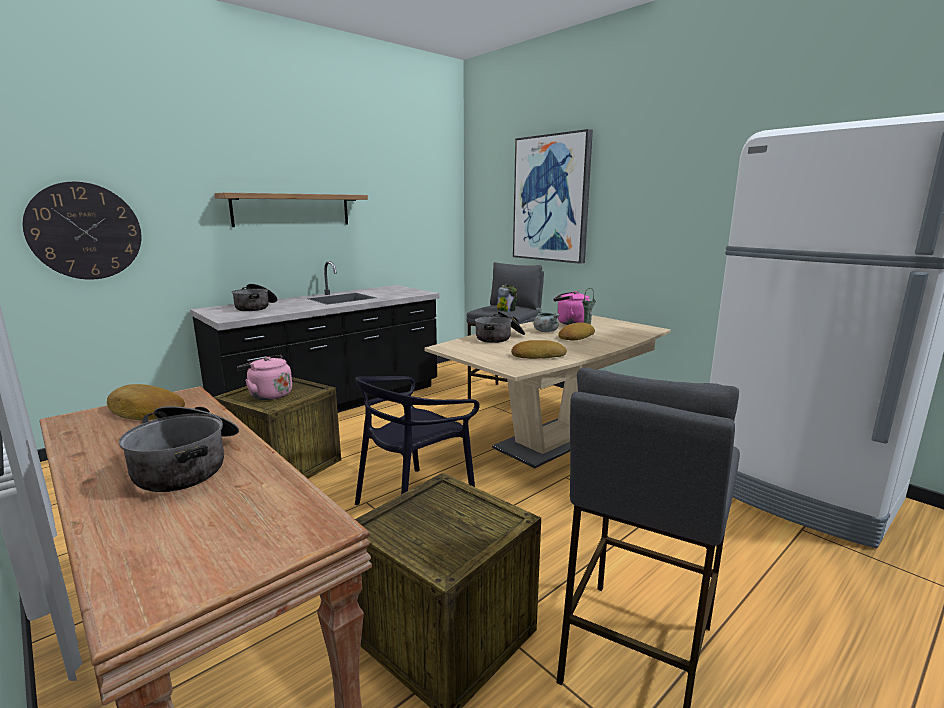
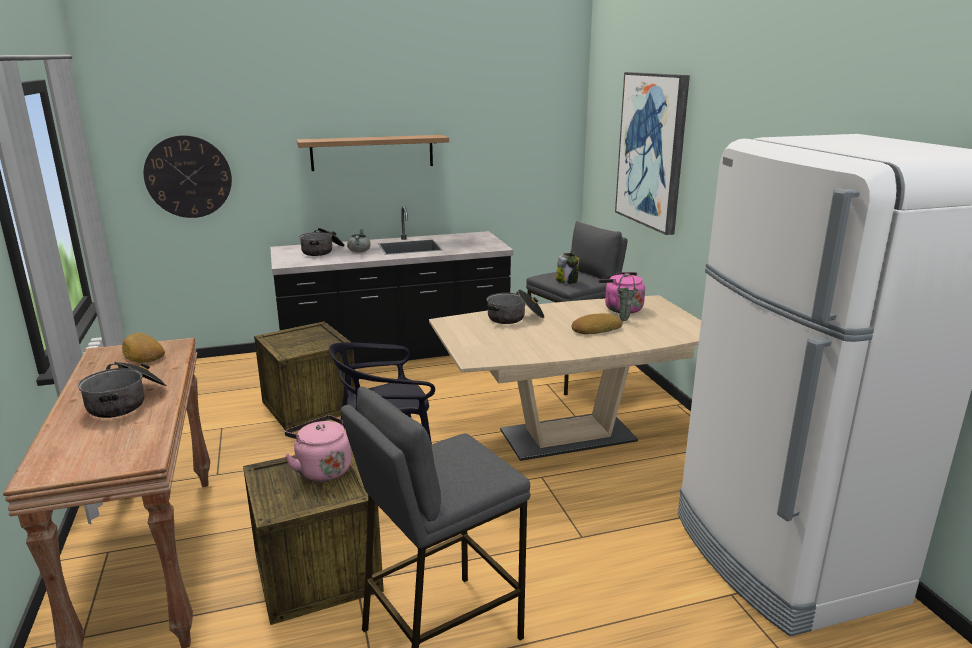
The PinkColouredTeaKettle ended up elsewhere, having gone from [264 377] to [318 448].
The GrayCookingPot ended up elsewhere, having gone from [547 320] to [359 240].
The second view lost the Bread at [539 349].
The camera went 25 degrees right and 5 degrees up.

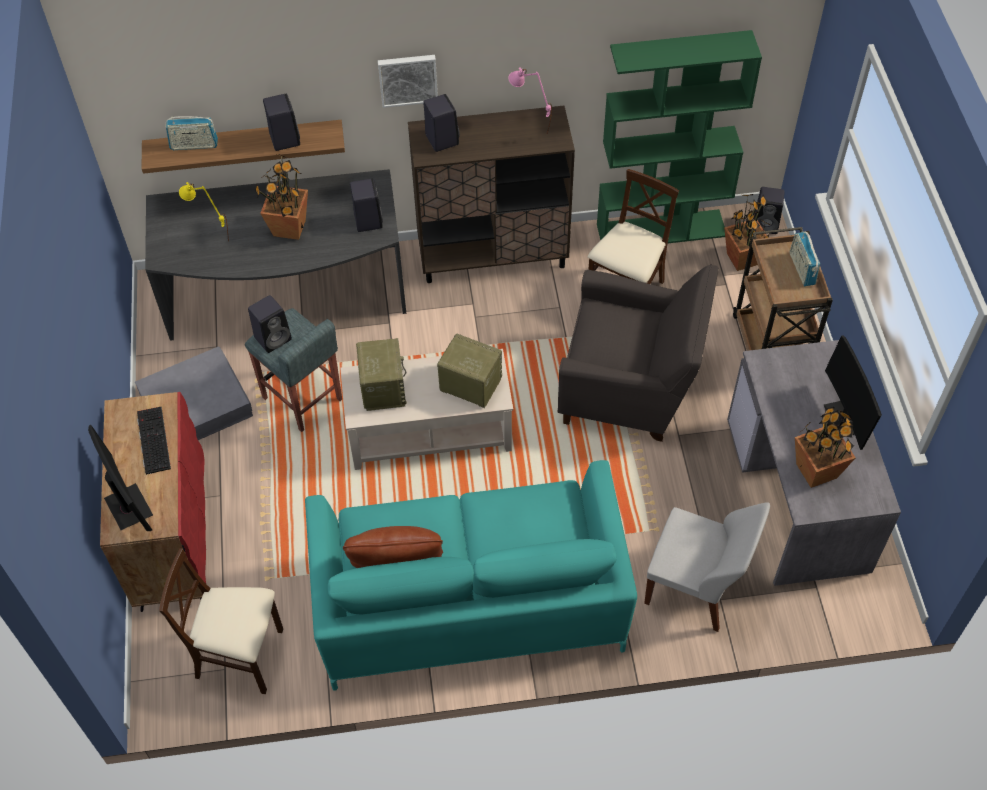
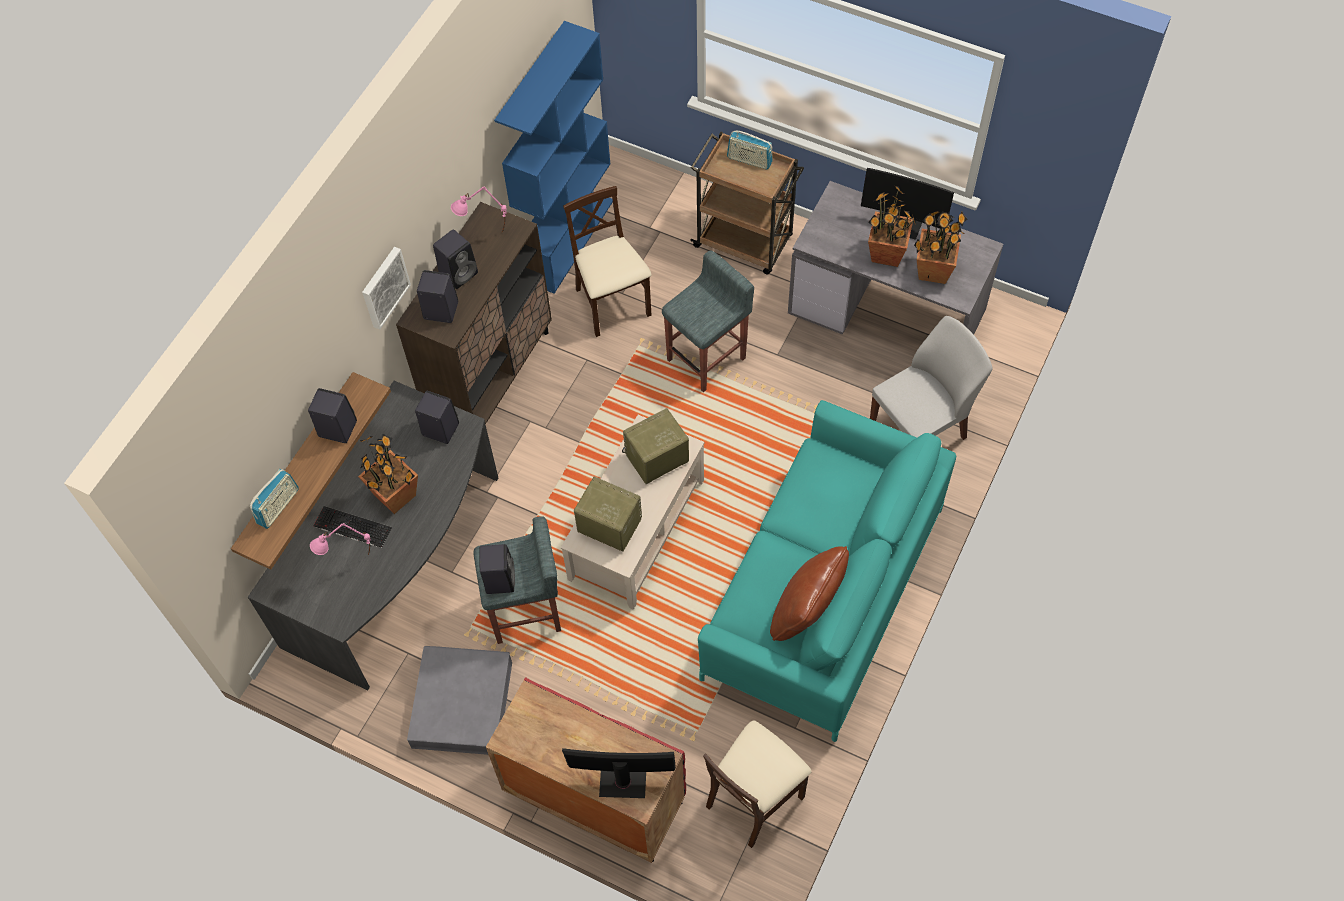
What was the YellowColouredTableLamp at [204 212] turned into the PinkColouredTableLamp at [340 539].
The Keyboard ended up elsewhere, having gone from [154 441] to [353 527].
The BlackColouredLoudspeaker ended up elsewhere, having gone from [769 210] to [455 259].
What was the GreenBookcase at [679 136] turned into the BlueBookcase at [553 157].
Where the GrayArmchair stood at [638 353], the GrayStoolSeat came to stand at [708 321].
The PlantInAPot ended up elsewhere, having gone from [747 232] to [892 226].
The camera went 55 degrees left and 5 degrees up.

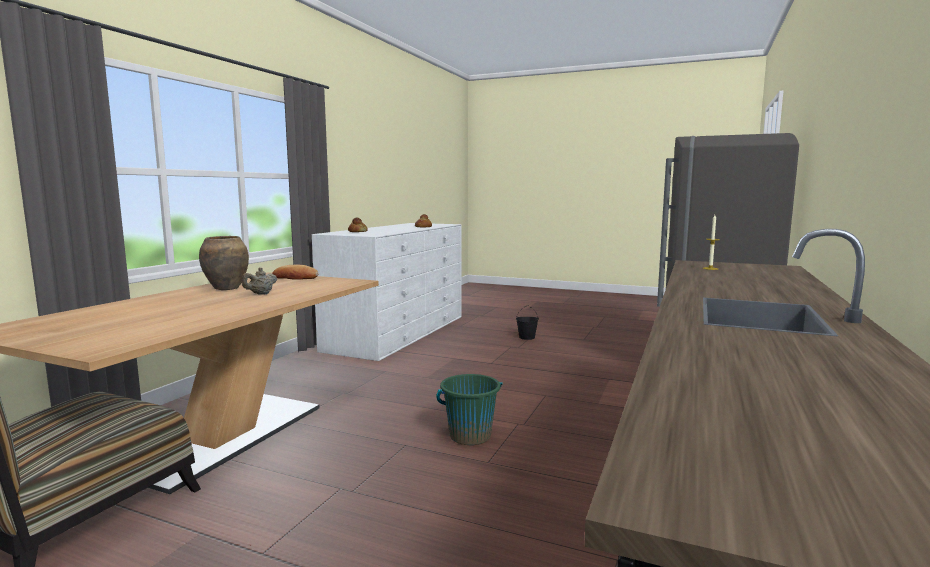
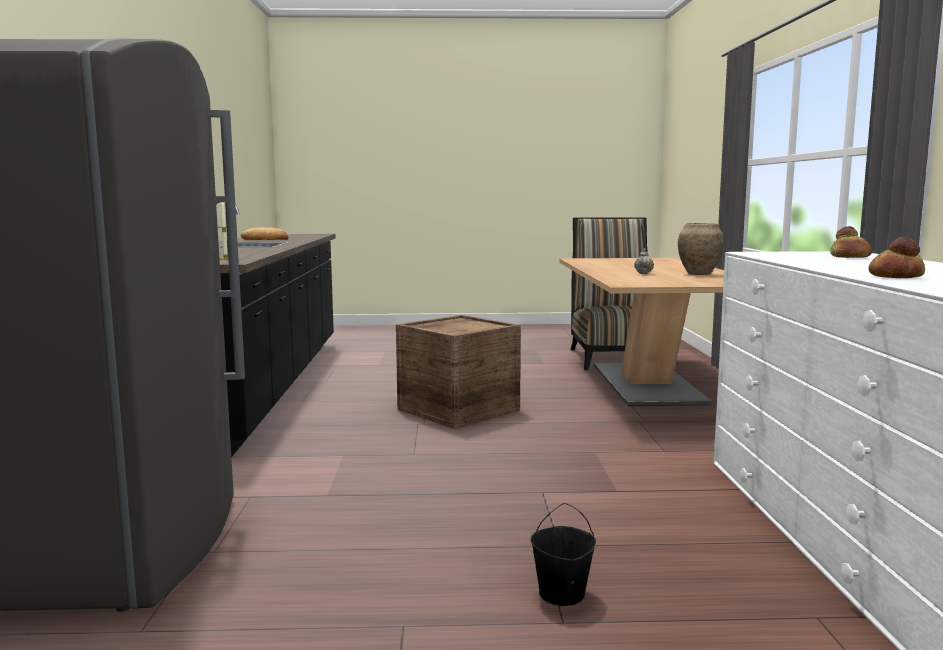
The Bread ended up elsewhere, having gone from [295 272] to [264 233].
Where the GreenPail stood at [469 409], the ShippingCrate came to stand at [458 372].
The camera went 155 degrees right and 0 degrees up.

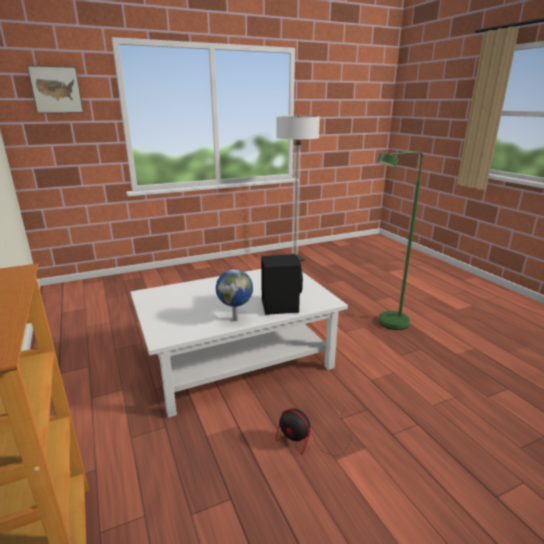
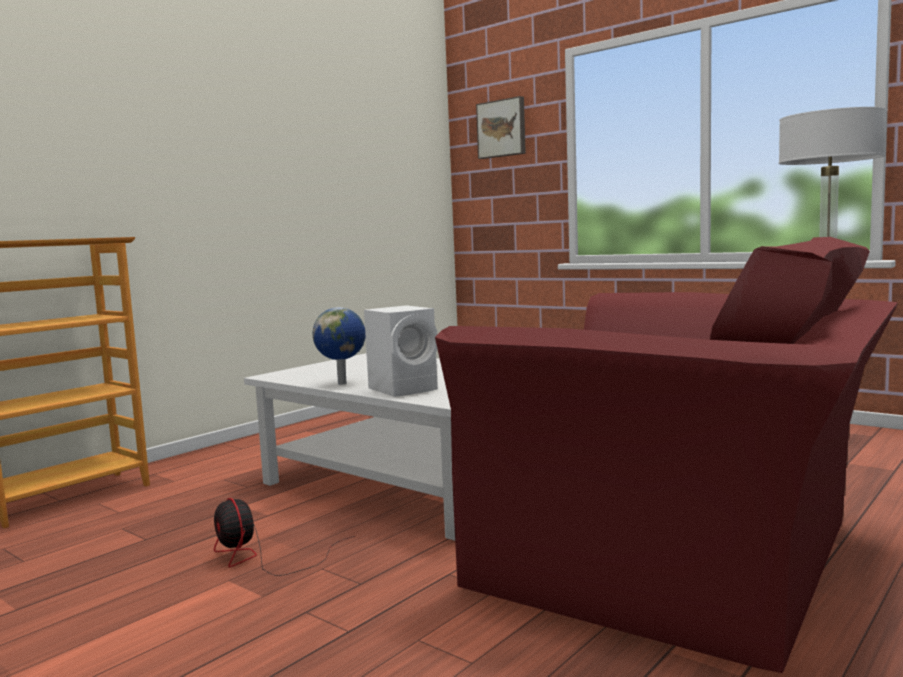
The ElectricFan at [314 432] ended up facing another way, 45 degrees counterclockwise from before.
What was the BlackColouredLoudspeaker at [282 284] turned into the WhiteLoudspeaker at [401 351].
Where the GreenStandardLamp stood at [400 240], the RedArmchair came to stand at [666 455].
The camera went 65 degrees right and 15 degrees down.

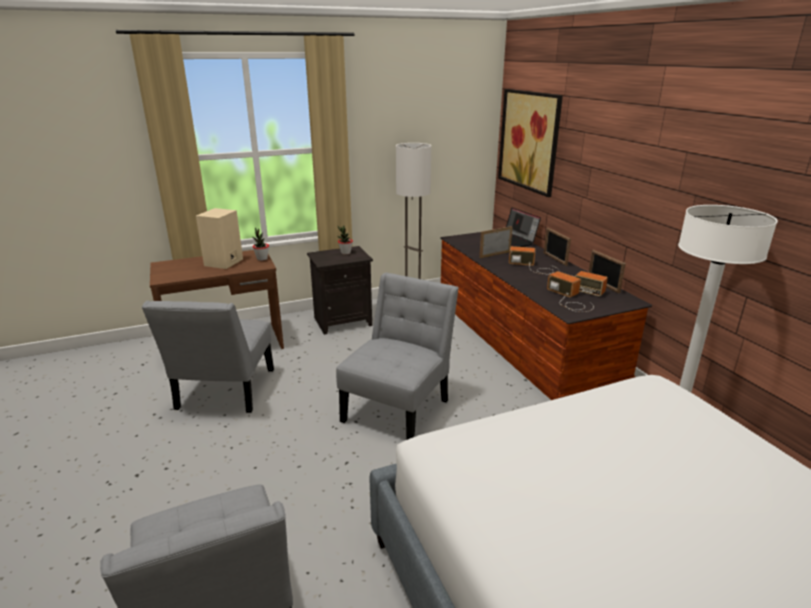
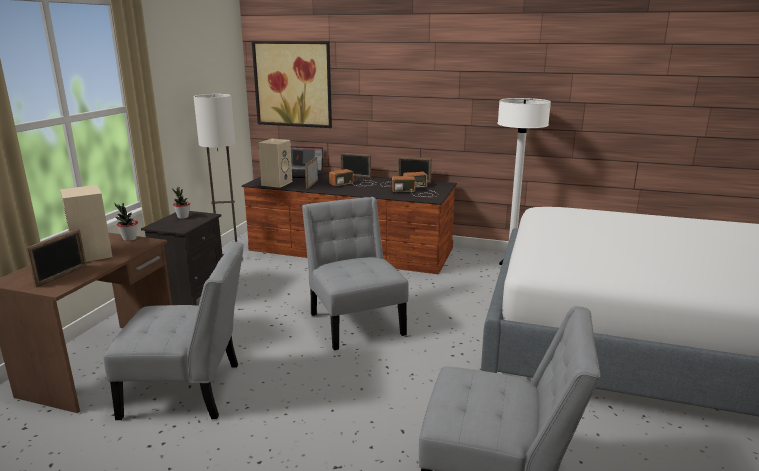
The second view gained the PhotoFrame at [56 258].
The GrayChair at [208 357] ended up facing another way, 45 degrees counterclockwise from before.
The second view gained the BeigeColouredLoudspeaker at [275 163].
The camera went 50 degrees left and 5 degrees down.

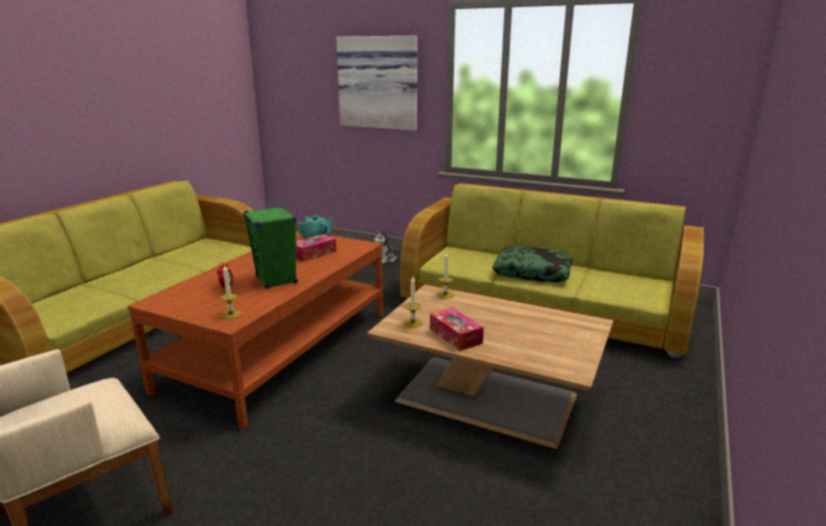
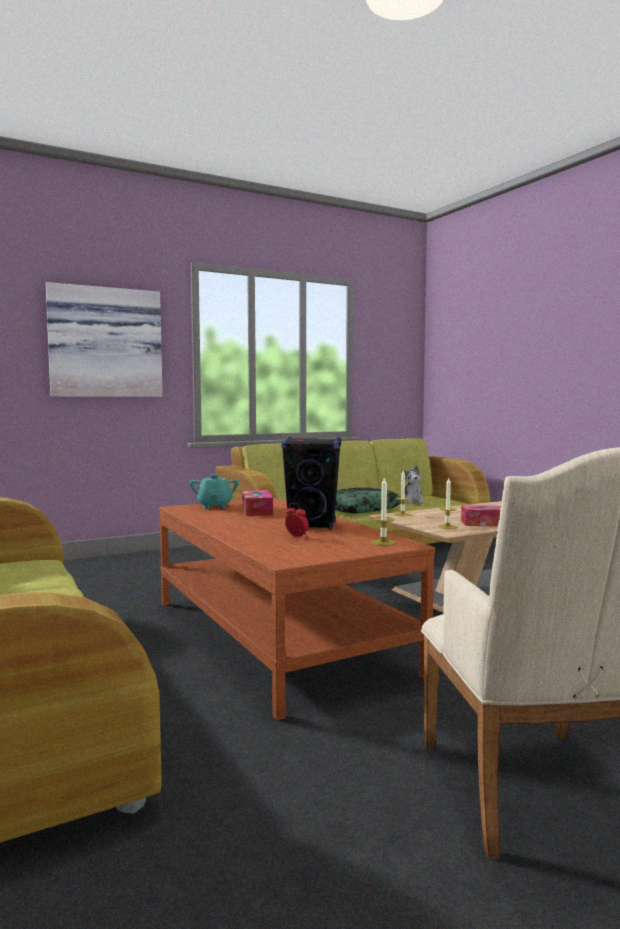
What was the GreenLoudspeaker at [270 247] turned into the BlackColouredLoudspeaker at [311 483].
The CuddlyToy ended up elsewhere, having gone from [385 246] to [413 484].
The camera went 55 degrees left and 15 degrees down.

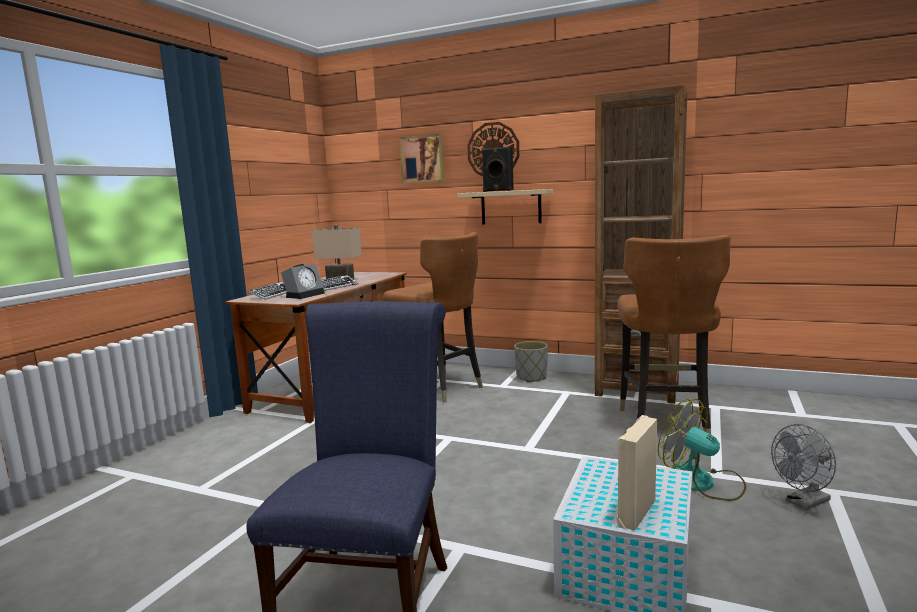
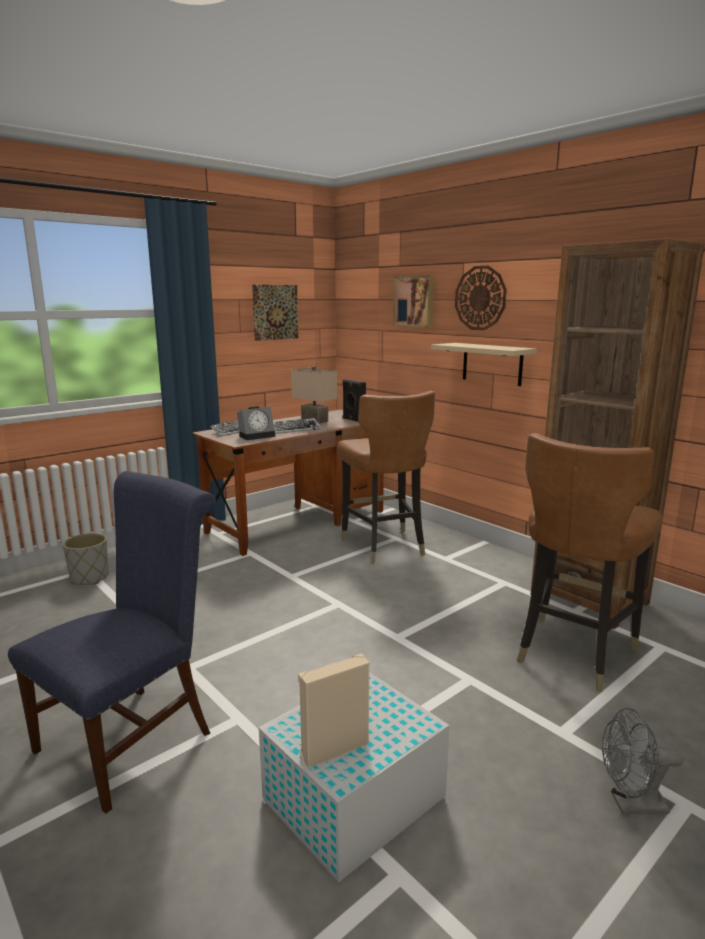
The GrayPlanter ended up elsewhere, having gone from [531 362] to [86 559].
The second view gained the WallPicture at [275 313].
The BlackColouredLoudspeaker ended up elsewhere, having gone from [497 169] to [354 400].
The second view lost the ElectricFan at [702 450].
The camera went 25 degrees right and 5 degrees up.

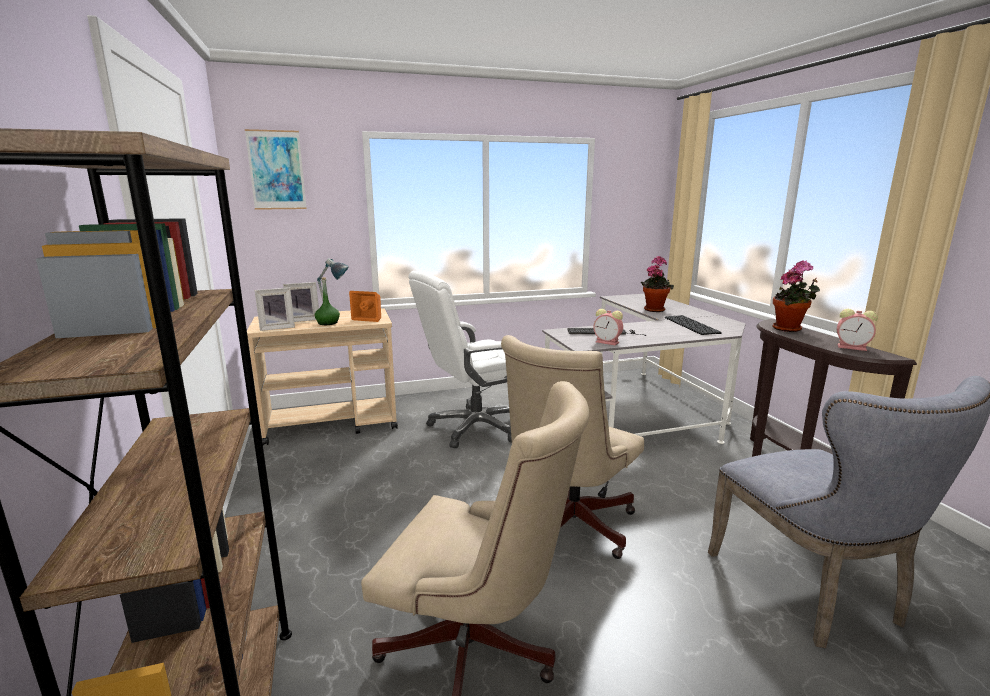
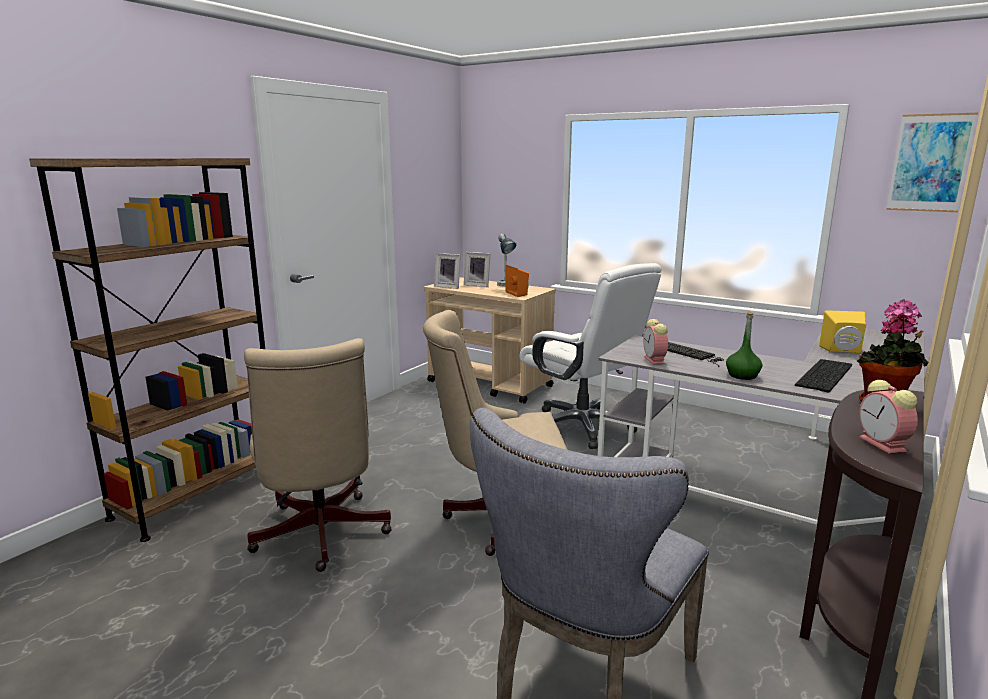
The WhiteDeskChair at [460 359] ended up facing another way, 150 degrees counterclockwise from before.
The GreenDrinkBottle ended up elsewhere, having gone from [327 301] to [744 346].
Where the PlantInAPot stood at [657 284], the YellowColouredLoudspeaker came to stand at [842 331].
The WallPicture ended up elsewhere, having gone from [276 169] to [932 162].
The camera went 50 degrees right and 0 degrees up.

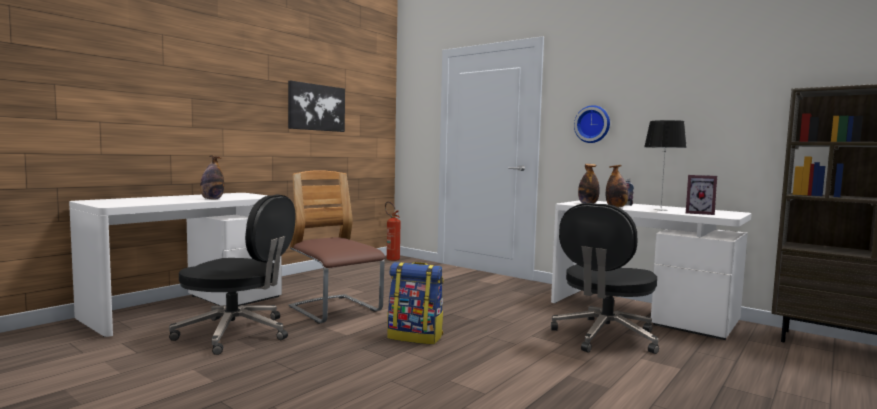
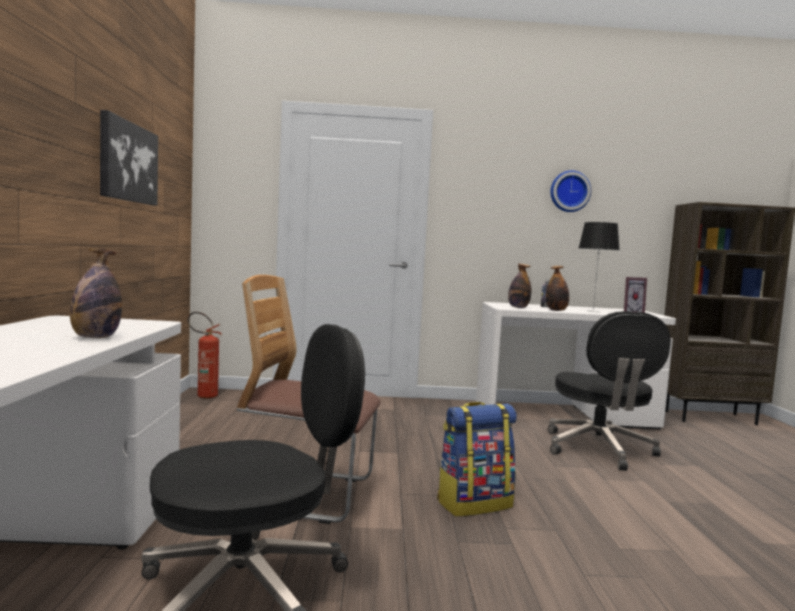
The ClockOnTheWall ended up elsewhere, having gone from [592 124] to [571 191].
The camera went 40 degrees left and 0 degrees up.

